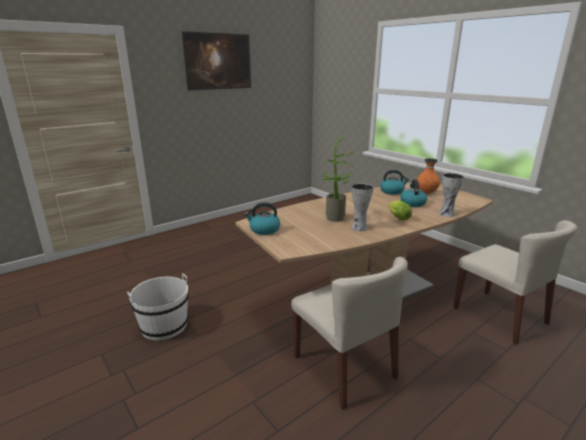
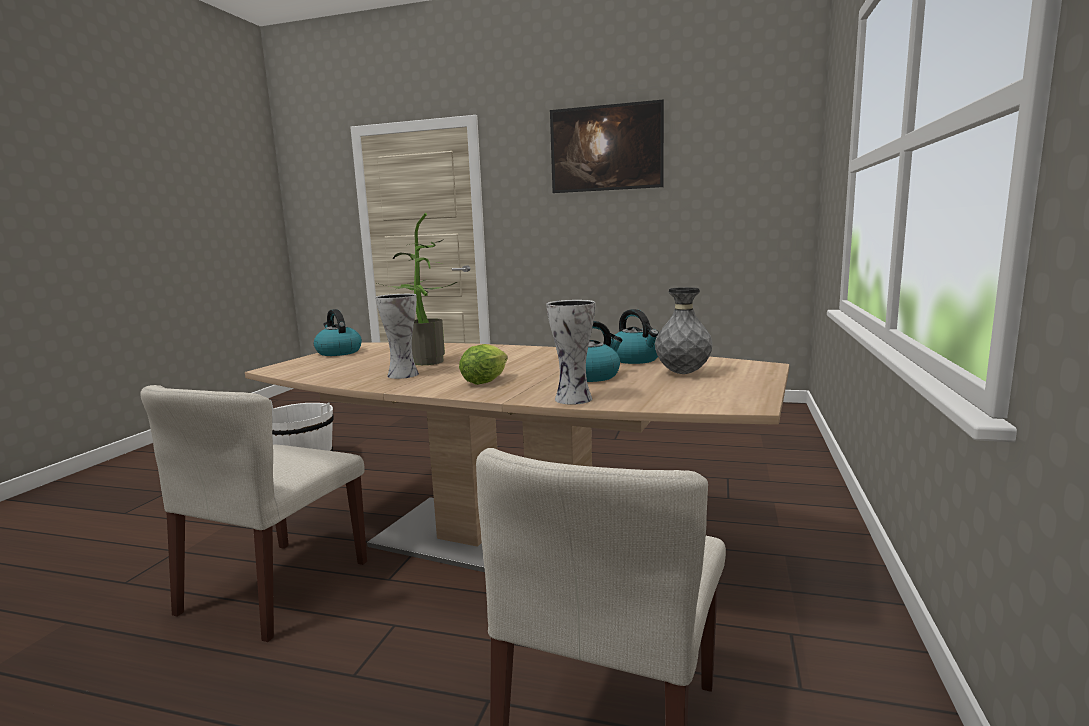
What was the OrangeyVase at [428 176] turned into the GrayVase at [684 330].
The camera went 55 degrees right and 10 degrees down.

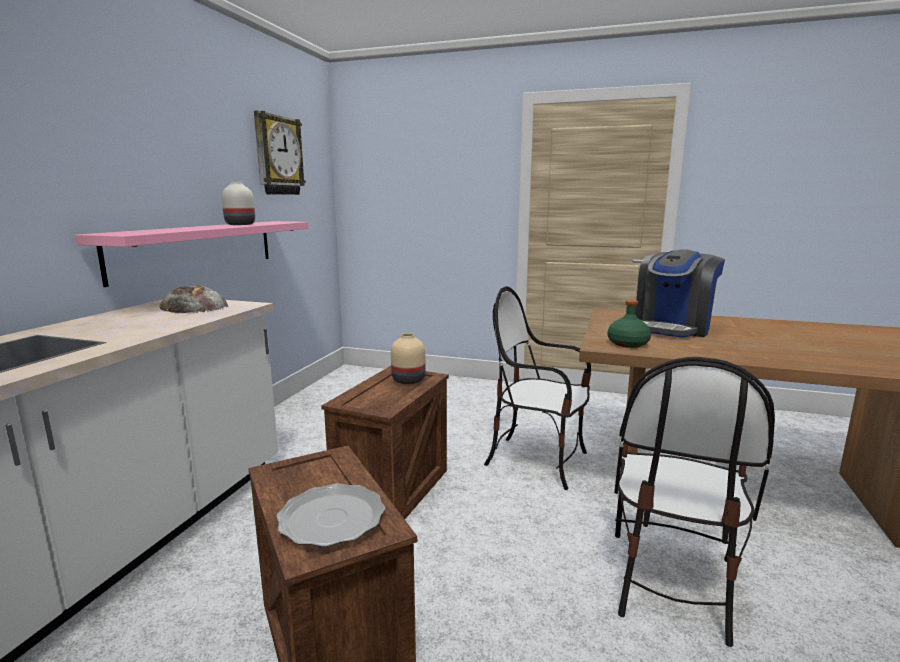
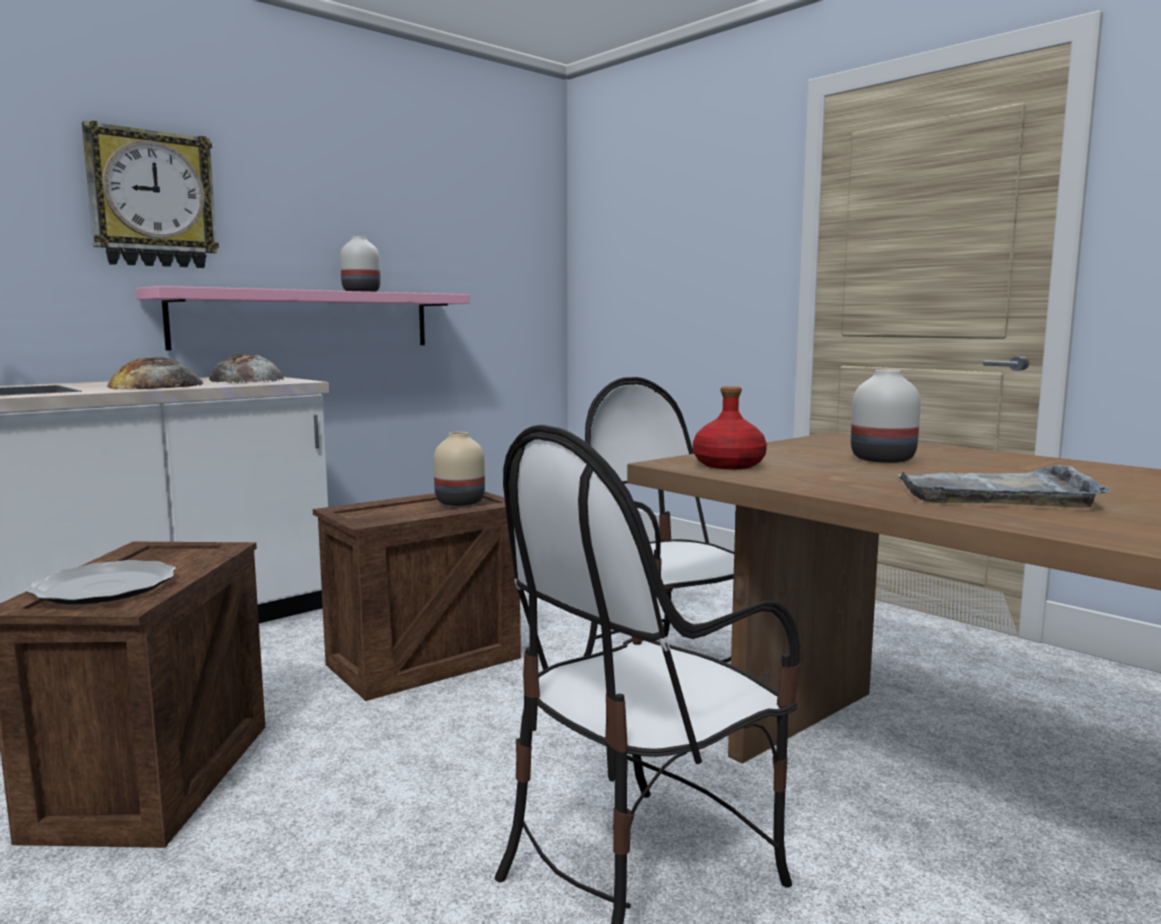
The ClockOnTheWall ended up elsewhere, having gone from [280 153] to [150 194].
The second view gained the Bread at [155 373].
What was the GreenDrinkBottle at [629 324] turned into the RedDrinkBottle at [730 427].
Where the CoffeeMaker stood at [680 293], the WhiteVase came to stand at [886 416].
The second view gained the GrayCarryingTray at [1004 486].
The camera went 30 degrees right and 5 degrees down.

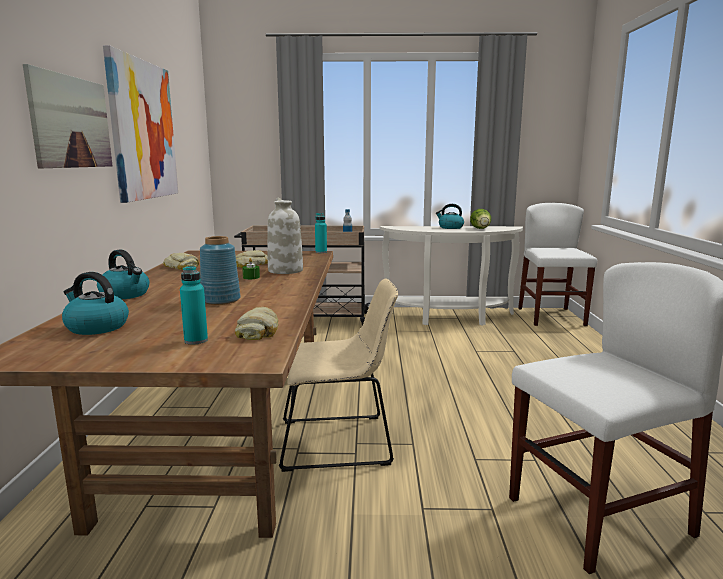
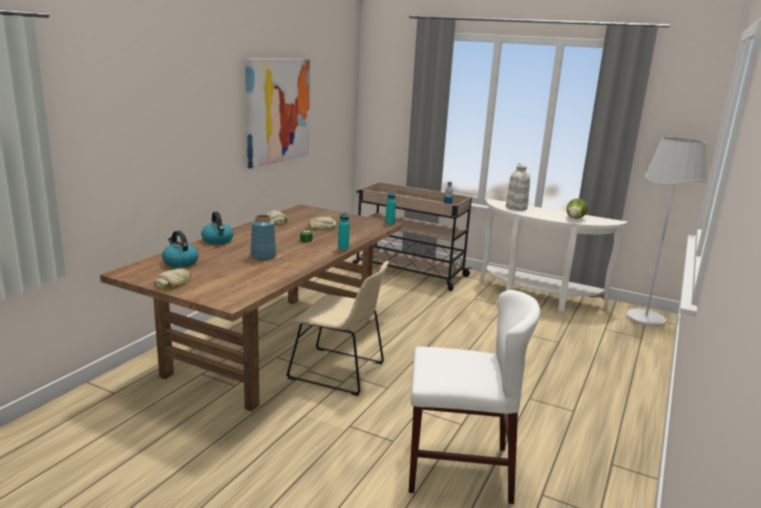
The Bread ended up elsewhere, having gone from [256 323] to [172 279].
The TurquoiseColouredDrinkBottle ended up elsewhere, having gone from [194 305] to [344 231].
The WhiteVase ended up elsewhere, having gone from [285 236] to [518 187].
Where the WhiteChair stood at [557 264], the WhiteStandardLamp came to stand at [667 231].
The second view lost the WallPicture at [68 116].
The second view lost the TeaKettle at [450 216].
The camera went 25 degrees right and 5 degrees up.

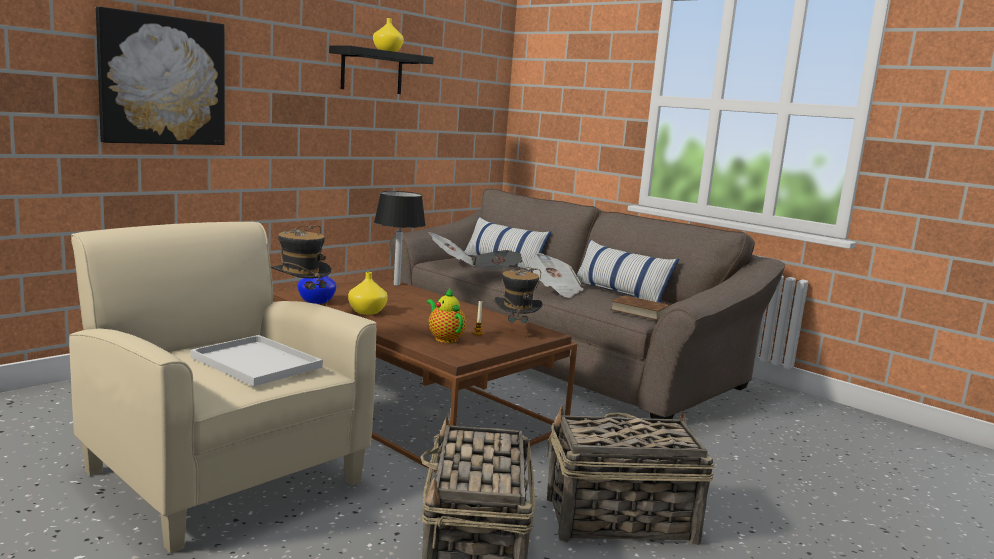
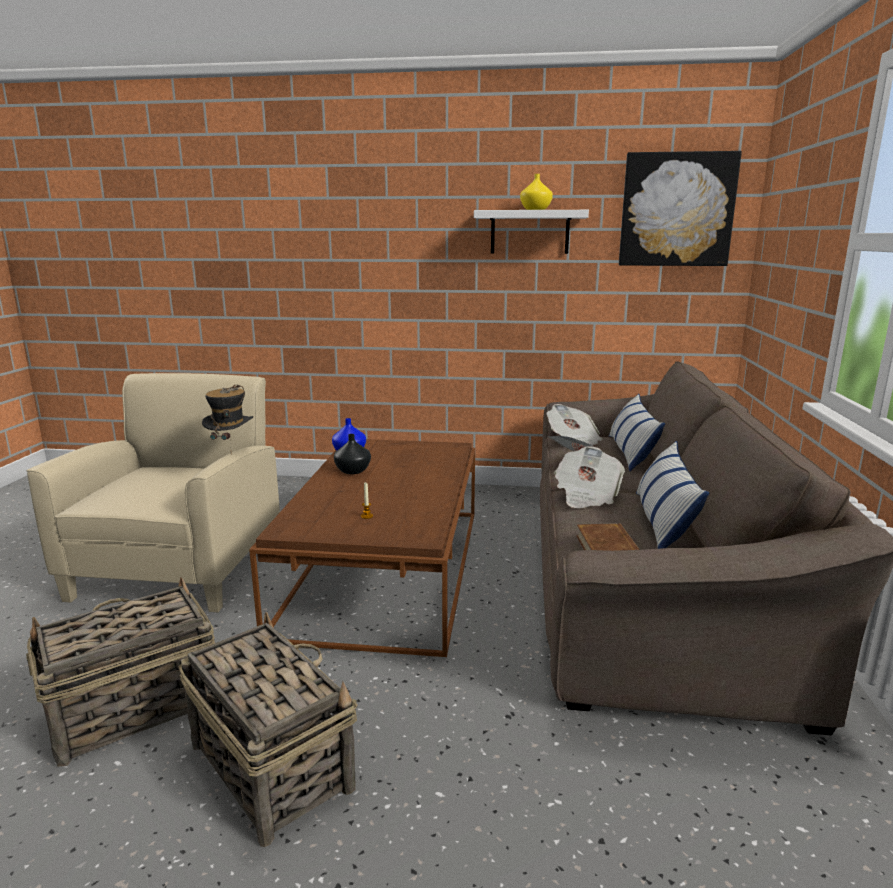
What was the YellowColouredVase at [368 293] turned into the BlackColouredVase at [352 454].
What was the BlackColouredWallShelf at [381 69] turned into the WhiteWallShelf at [531 232].
The WallPicture ended up elsewhere, having gone from [160 76] to [680 208].
The second view lost the WhiteCarryingTray at [256 360].
The second view lost the BlackColouredTableLamp at [400 238].
The second view lost the Teapot at [446 315].
The second view lost the WearableHat at [518 303].
The camera went 55 degrees right and 5 degrees up.

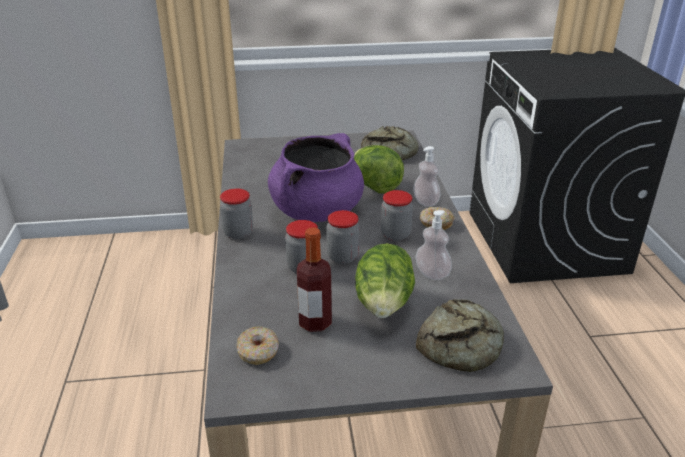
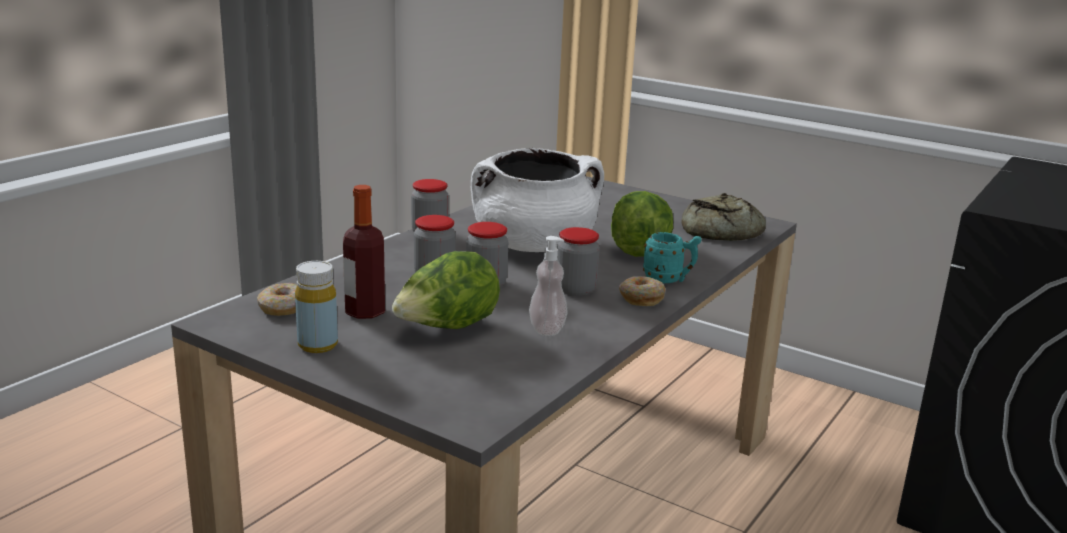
The second view gained the YellowColouredDrinkBottle at [316 307].
What was the PurpleCookingPot at [316 177] turned into the WhiteCookingPot at [537 200].
Where the LiquidSoapBottle stood at [427 176], the TurquoiseColouredTeaMug came to stand at [672 258].
The second view lost the Bread at [460 335].
The camera went 40 degrees right and 10 degrees down.

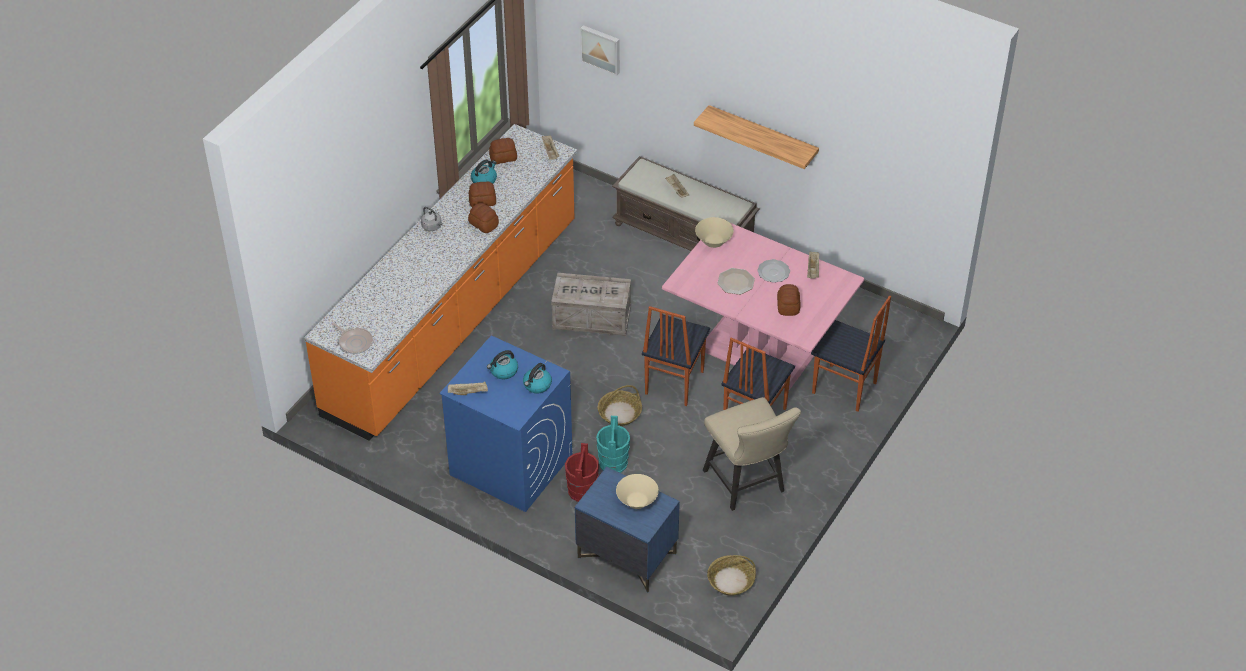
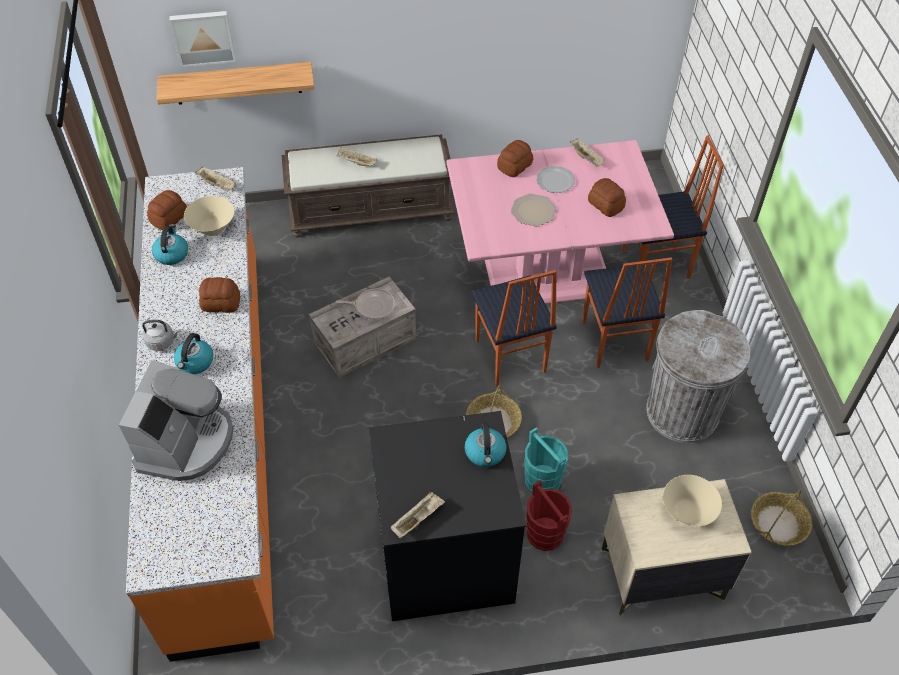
The second view gained the CoffeeMaker at [176 420].
The WallShelf ended up elsewhere, having gone from [756 137] to [235 83].
The TeaKettle ended up elsewhere, having gone from [502 364] to [193 353].
The BeigeColouredServingBowl ended up elsewhere, having gone from [714 232] to [209 216].
The Skillet ended up elsewhere, having gone from [352 338] to [365 304].
What was the BlueLaundryMachine at [505 423] turned into the BlackColouredLaundryMachine at [447 516].
The Bread ended up elsewhere, having gone from [482 194] to [515 158].
What was the BlueNightTable at [627 530] turned into the BeigeColouredNightTable at [676 547].
Where the BeigeColouredChair stood at [752 454], the GrayWasteBin came to stand at [698 376].
The camera went 40 degrees left and 5 degrees up.

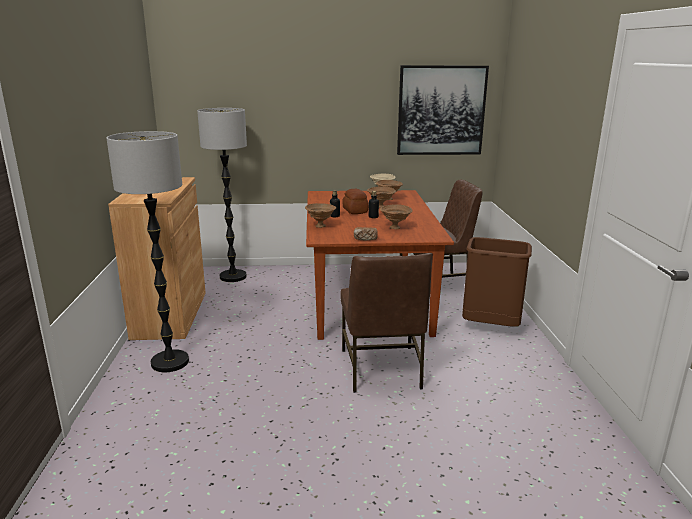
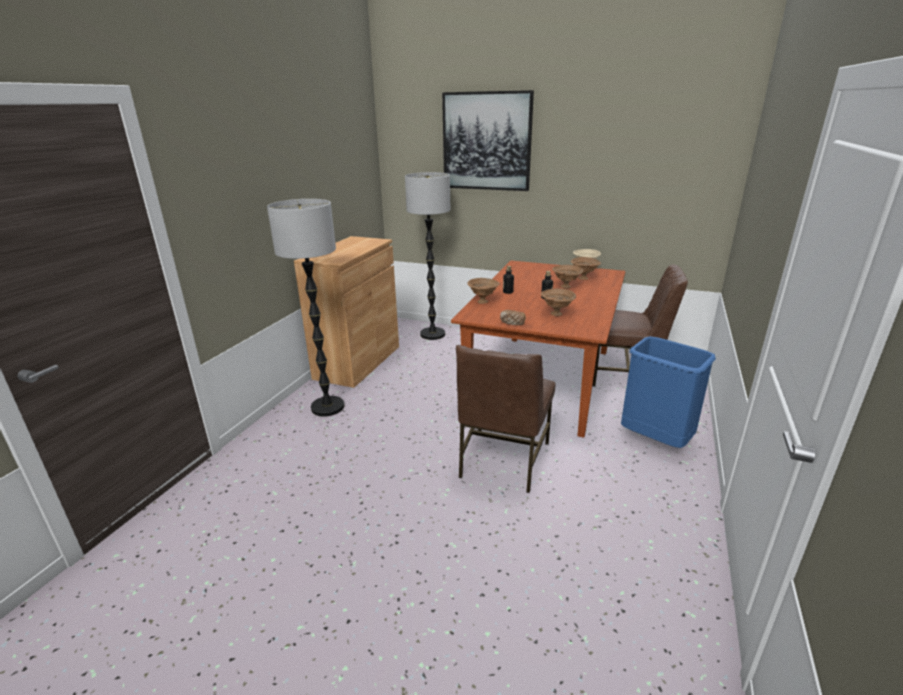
The WallPicture ended up elsewhere, having gone from [443 110] to [488 140].
What was the BrownishWasteBin at [497 282] turned into the BlueWasteBin at [668 392].
The second view lost the Bread at [355 201].
The camera went 25 degrees right and 5 degrees up.

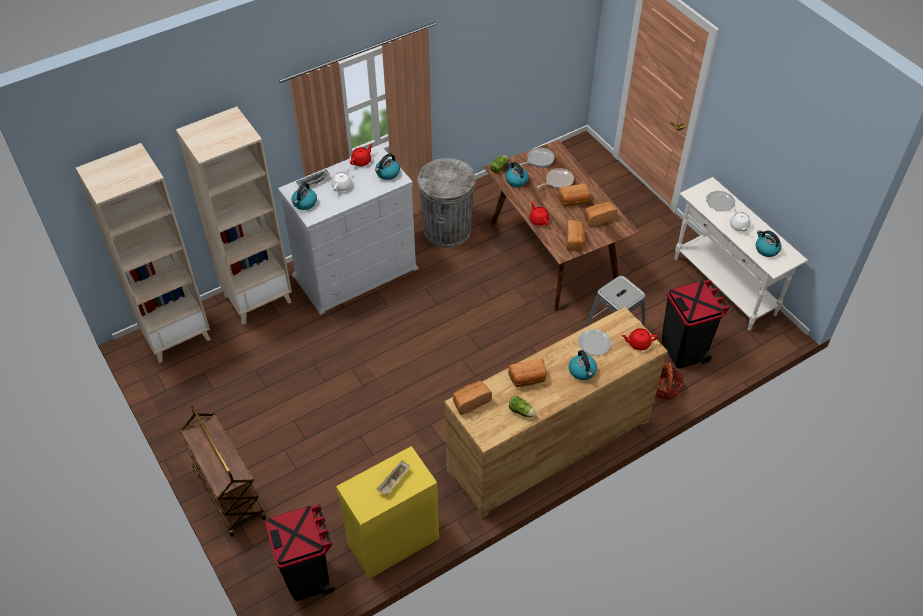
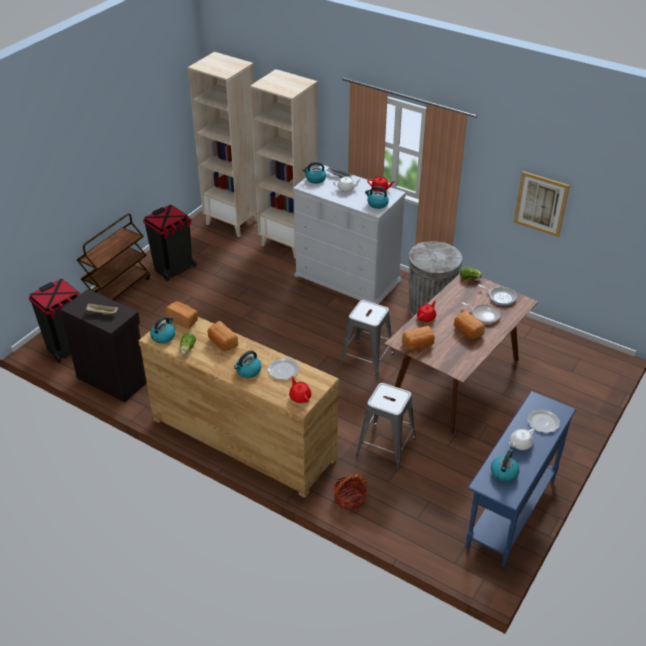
What was the YellowColouredCupboard at [387 512] turned into the BlackColouredCupboard at [103 345].
The BlackColouredWasteBin ended up elsewhere, having gone from [695 324] to [169 243].
The TeaKettle ended up elsewhere, having gone from [517 174] to [162 330].
The second view gained the GrayStoolSeat at [366 339].
What was the WhiteNarrowTable at [741 254] turned into the BlueNarrowTable at [521 479].
The second view gained the WallPicture at [542 204].
The second view lost the Bread at [600 214].
The camera went 65 degrees right and 10 degrees down.

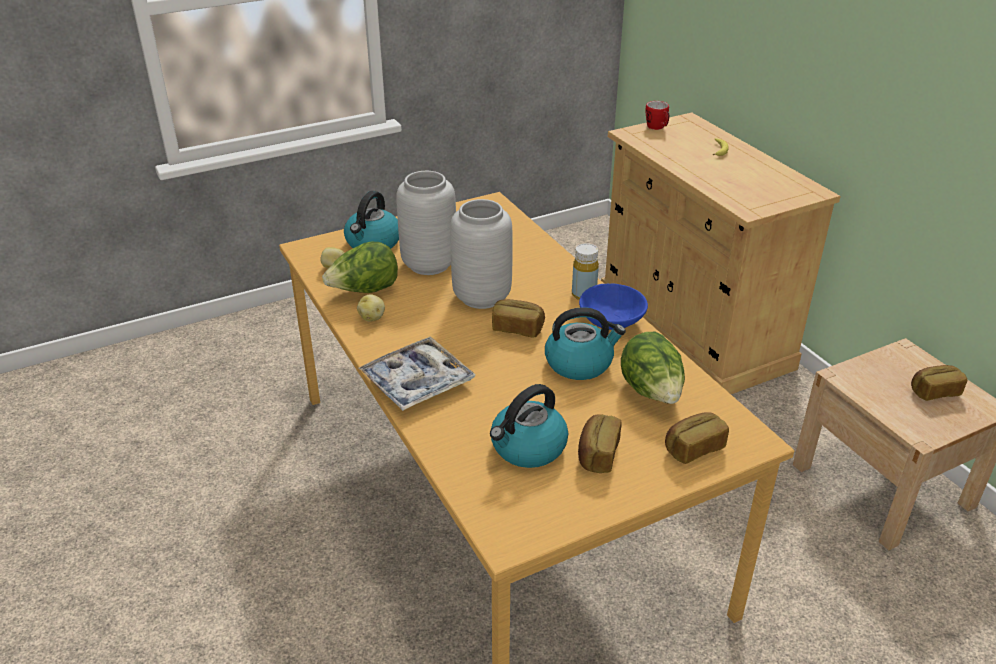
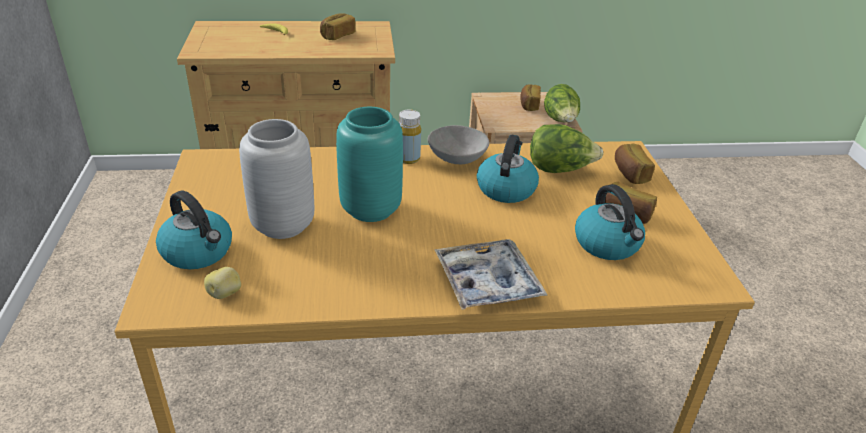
The Bread ended up elsewhere, having gone from [518 318] to [337 26].
What was the GrayVase at [481 254] turned into the TurquoiseColouredVase at [369 164].
What was the BlueServingBowl at [613 307] turned into the GrayServingBowl at [458 144].
The LettuceHead ended up elsewhere, having gone from [360 267] to [562 103].
The second view lost the Spud at [371 308].
The second view lost the TeaMug at [658 115].
The camera went 70 degrees left and 0 degrees up.

